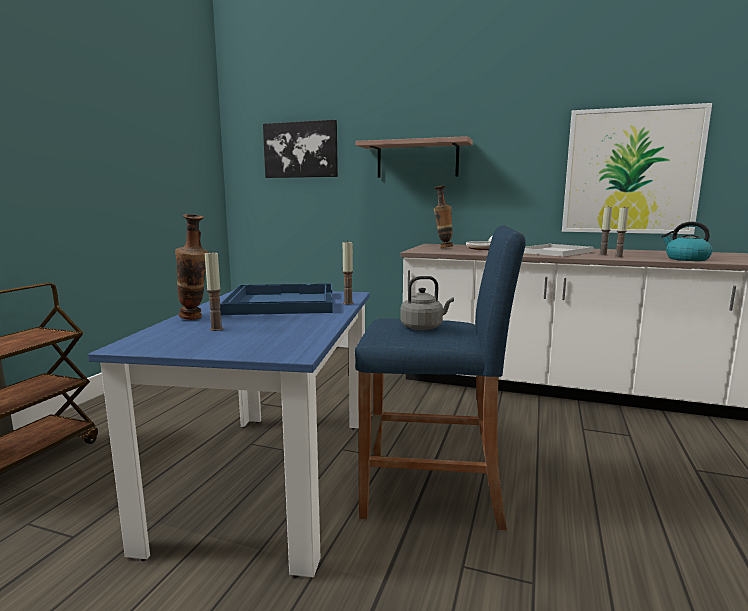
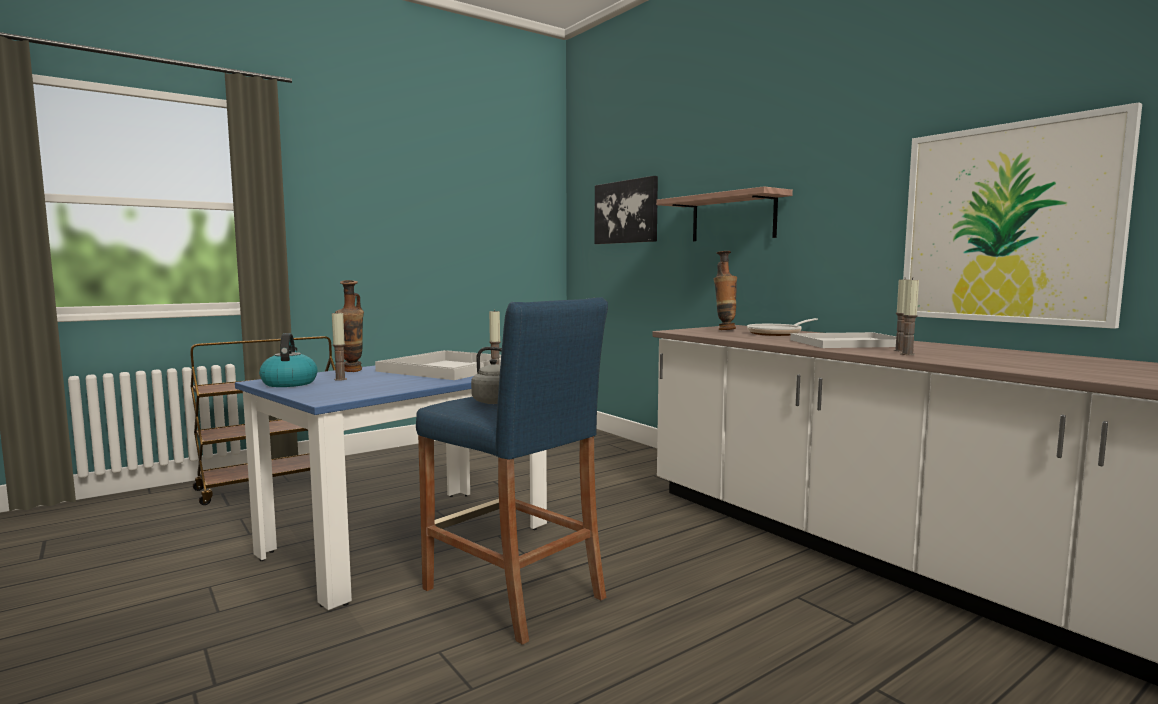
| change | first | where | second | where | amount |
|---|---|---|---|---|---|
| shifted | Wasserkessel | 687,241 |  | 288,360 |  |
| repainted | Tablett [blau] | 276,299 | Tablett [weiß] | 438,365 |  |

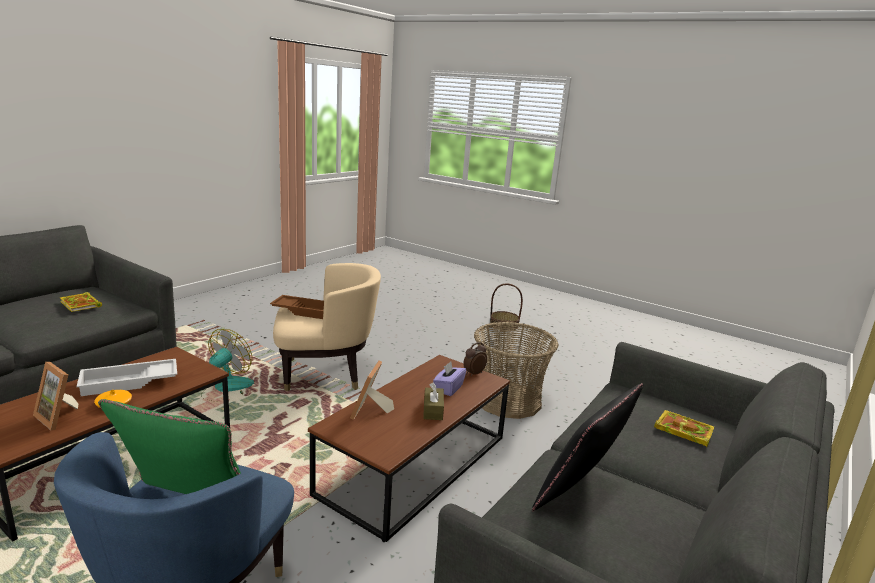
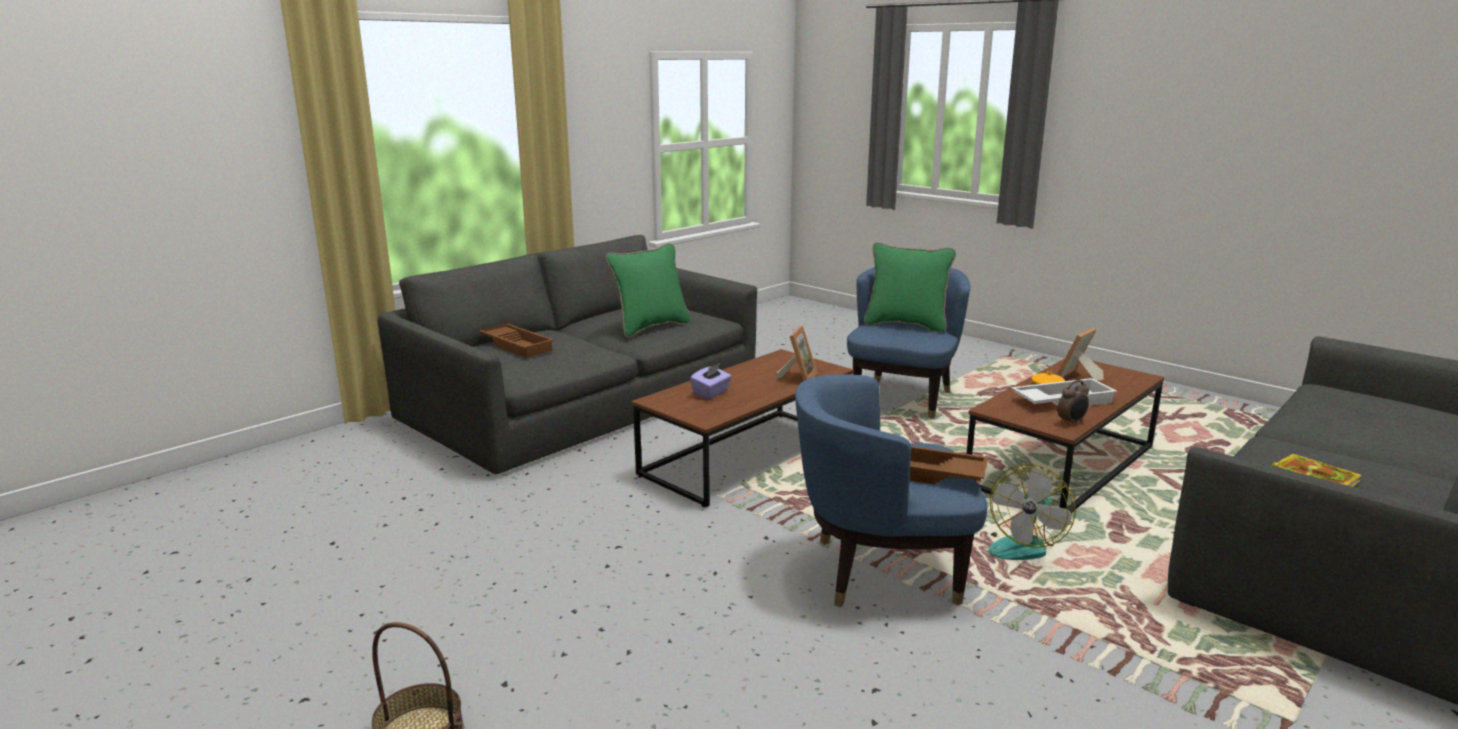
| change | first | where | second | where | amount |
|---|---|---|---|---|---|
| repainted | Sessel [beige] | 327,327 | Sessel [blau] | 891,490 |  |
| gone | Korb | 516,370 |  |  |  |
| shifted | Wecker | 475,359 |  | 1073,403 |  |
| rotated | Bilderrahmen | 55,396 |  | 1080,354 | 90 degrees counterclockwise |
| gone | Taschentuchbox [braun] | 433,401 |  |  |  |
| repainted | Kissen [schwarz] | 587,447 | Kissen [grün] | 648,290 |  |
| swapped | Buch | 684,428 | Tablett [braun] | 516,341 |  |

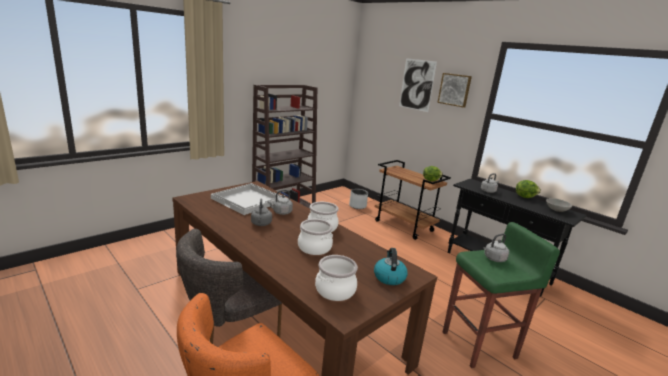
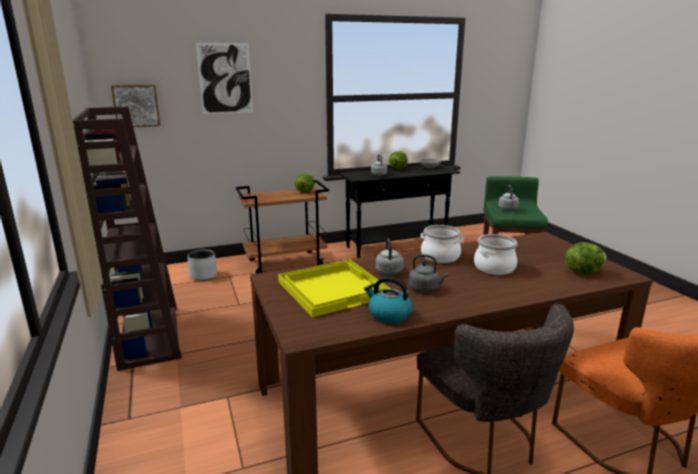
| change | first | where | second | where | amount |
|---|---|---|---|---|---|
| shifted | Bild | 454,90 |  | 135,106 |  |
| repainted | Tablett [weiß] | 246,199 | Tablett [gelb] | 334,288 |  |
| shifted | Wasserkessel | 391,266 |  | 388,299 |  |
| swapped | Kochtopf | 336,278 | Salatkopf | 586,258 |  |

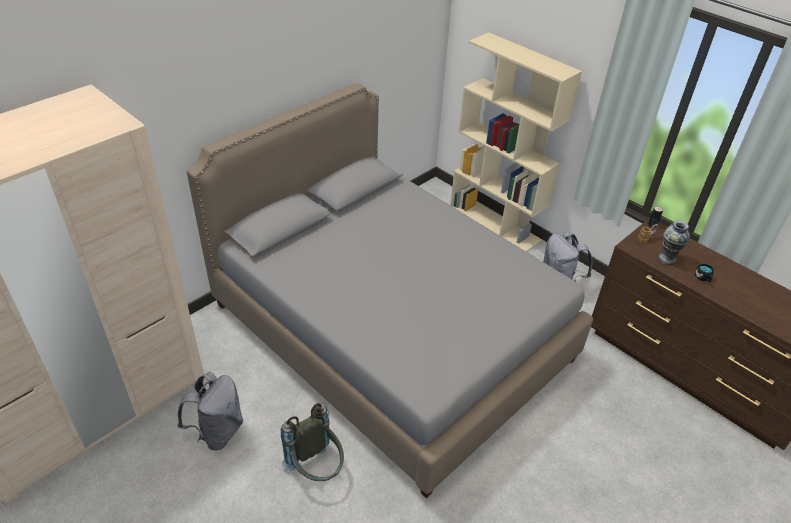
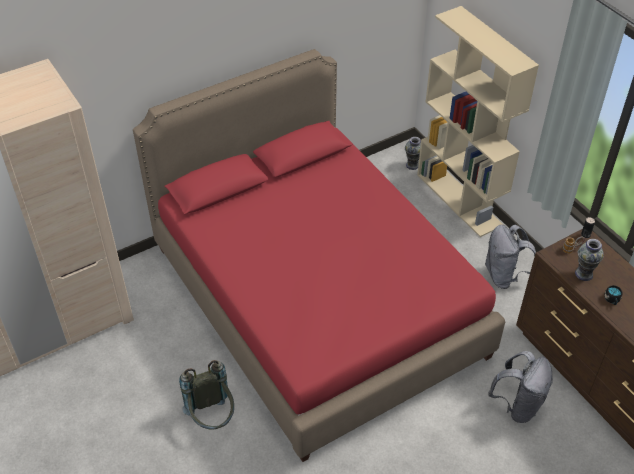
| change | first | where | second | where | amount |
|---|---|---|---|---|---|
| repainted | Bett [grau] | 390,290 | Bett [rot] | 319,255 |  |
| shifted | Rucksack [grau] | 210,411 |  | 520,387 |  |
| new |  |  | Vase | 413,153 |  |

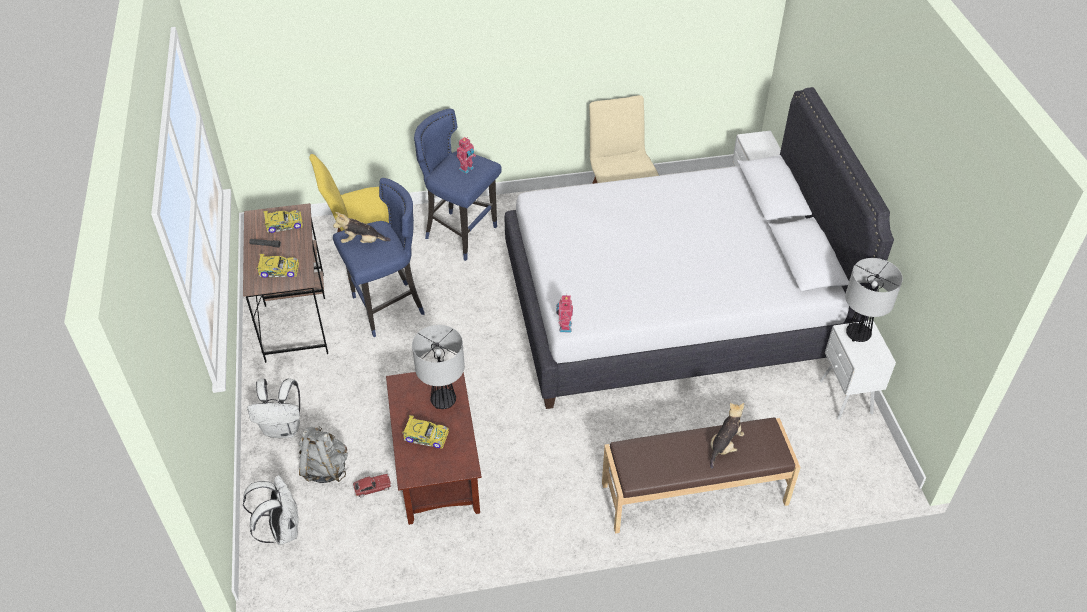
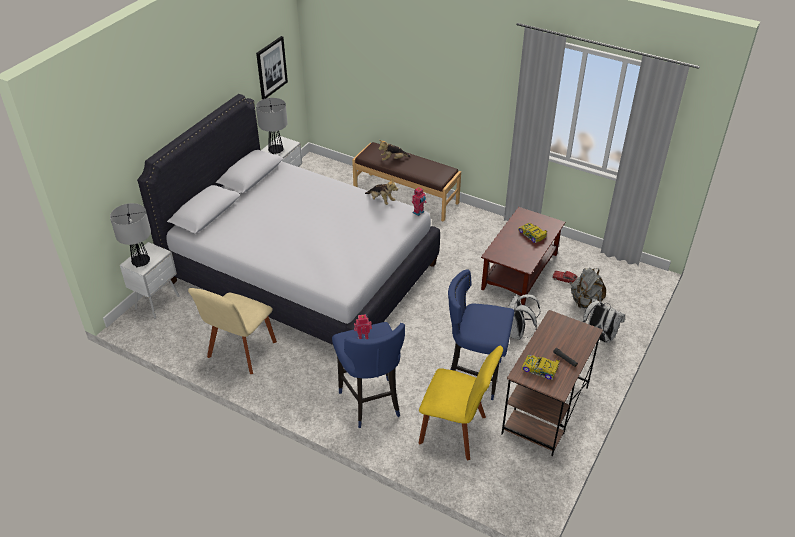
| change | first | where | second | where | amount |
|---|---|---|---|---|---|
| shifted | Plüschtier | 362,227 |  | 381,192 |  |
| gone | Spielzeugauto | 277,266 |  |  |  |
| shifted | Tischlampe | 438,367 |  | 130,235 |  |
| shifted | Rucksack [weiß] | 271,510 |  | 524,317 |  |
| new |  |  | Bild | 272,68 |  |

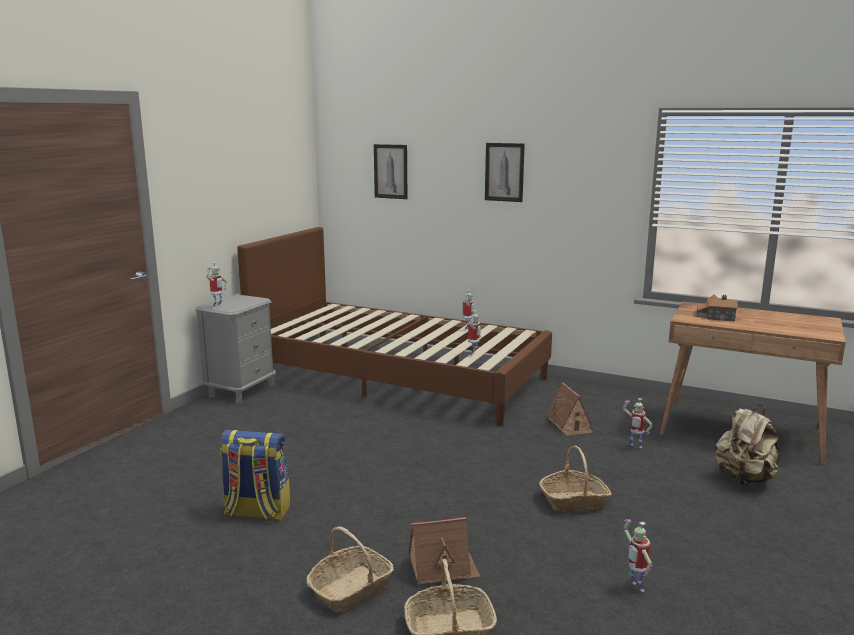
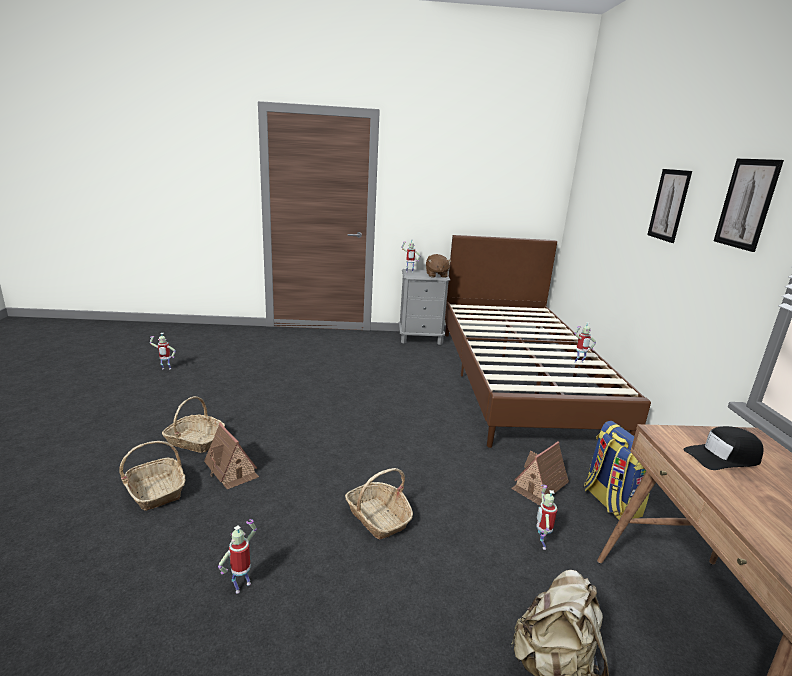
| change | first | where | second | where | amount |
|---|---|---|---|---|---|
| shifted | Bild | 390,171 |  | 749,205 |  |
| swapped | Spielzeughaus | 717,308 | Kappe [schwarz] | 723,448 |  |
| shifted | Spielzeugroboter | 475,333 |  | 163,351 |  |
| shifted | Rucksack | 255,475 |  | 617,470 |  |
| new |  |  | Plüschtier [braun] | 438,266 |  |

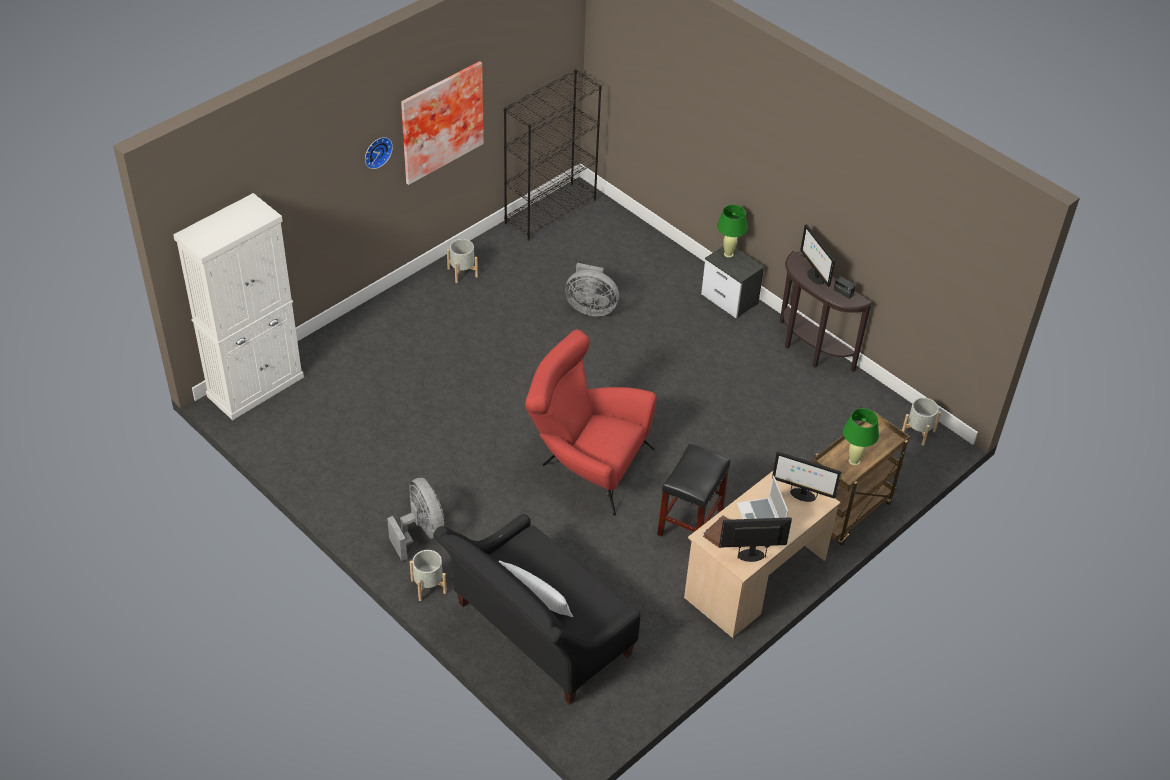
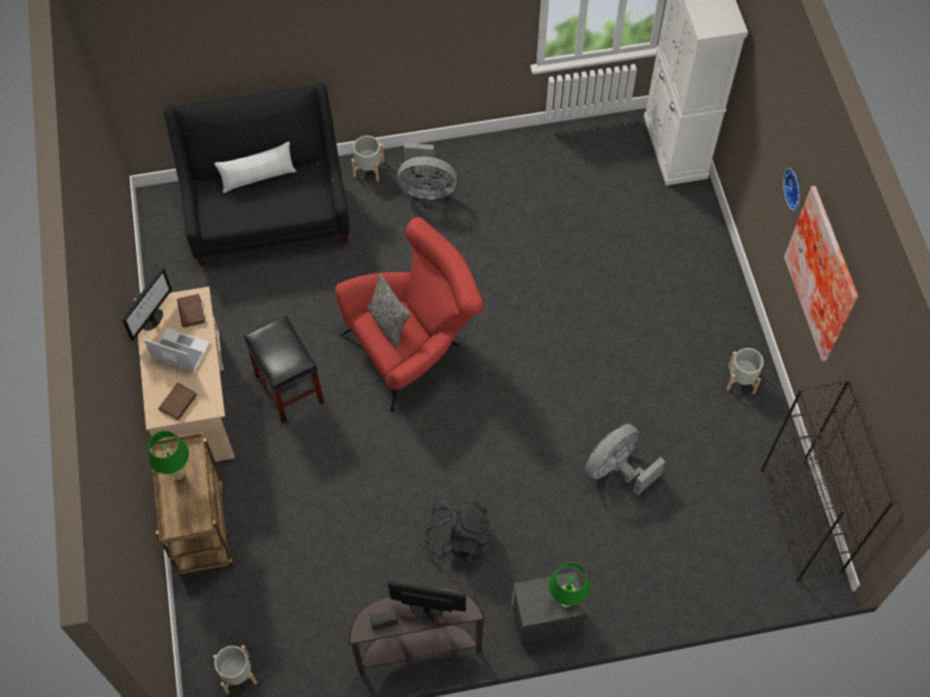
| change | first | where | second | where | amount |
|---|---|---|---|---|---|
| swapped | Monitor | 806,477 | Buch [braun] | 177,401 |  |
| new |  |  | Kissen | 388,311 |  |
| new |  |  | Rucksack [schwarz] | 457,531 |  |

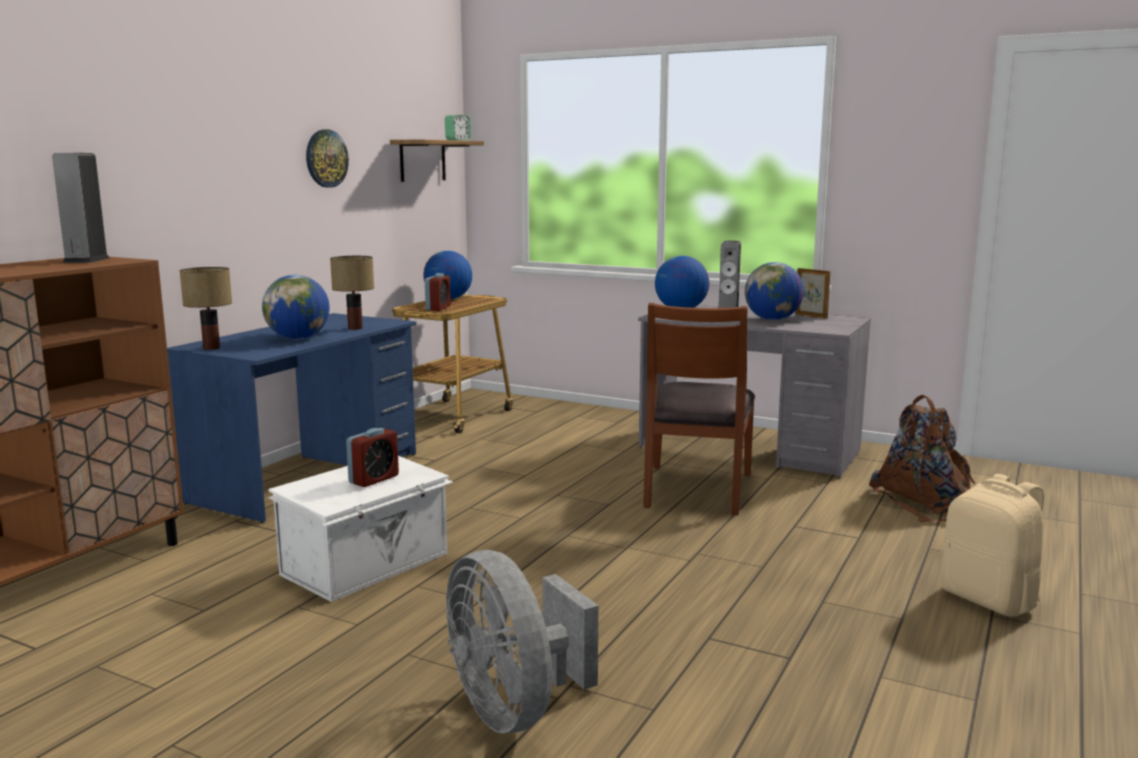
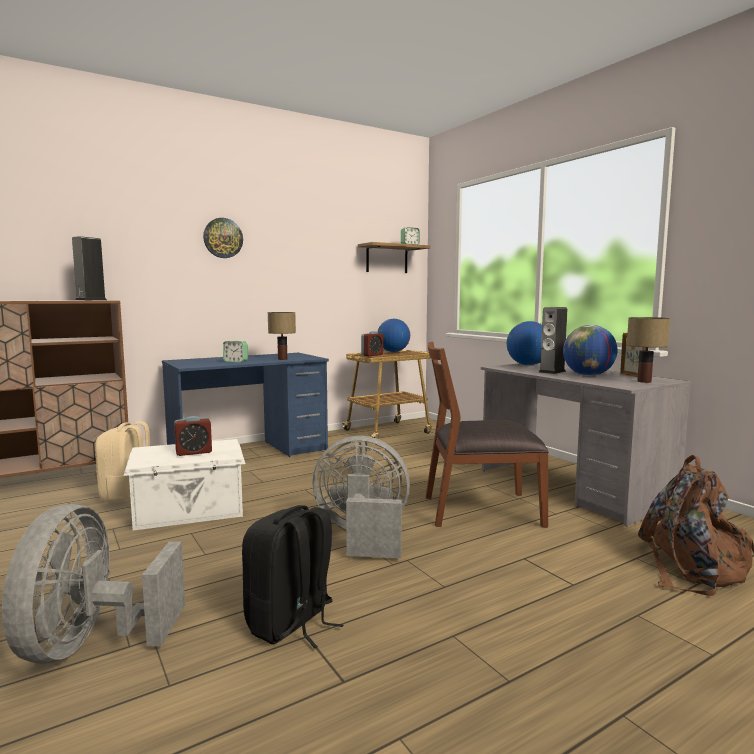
| change | first | where | second | where | amount |
|---|---|---|---|---|---|
| shifted | Wanduhr | 327,159 |  | 223,238 |  |
| shifted | Tischlampe | 206,308 |  | 648,350 |  |
| swapped | Globus | 296,307 | Wecker | 235,351 |  |
| rotated | Stuhl [braun] | 699,409 |  | 487,435 | 45 degrees clockwise |
| shifted | Rucksack [beige] | 992,545 |  | 122,462 |  |
| new |  |  | Ventilator [grau] | 361,497 |  |
| new |  |  | Rucksack [schwarz] | 292,576 |  |

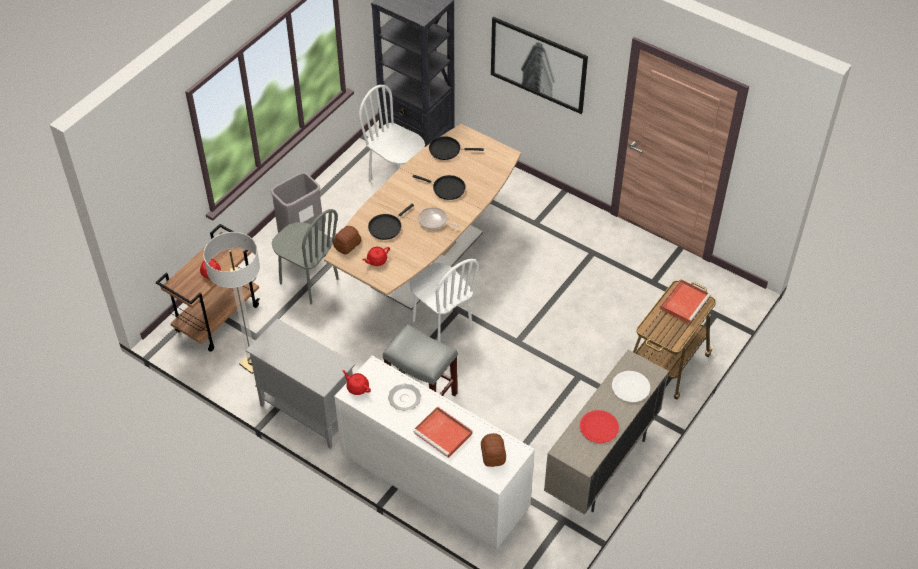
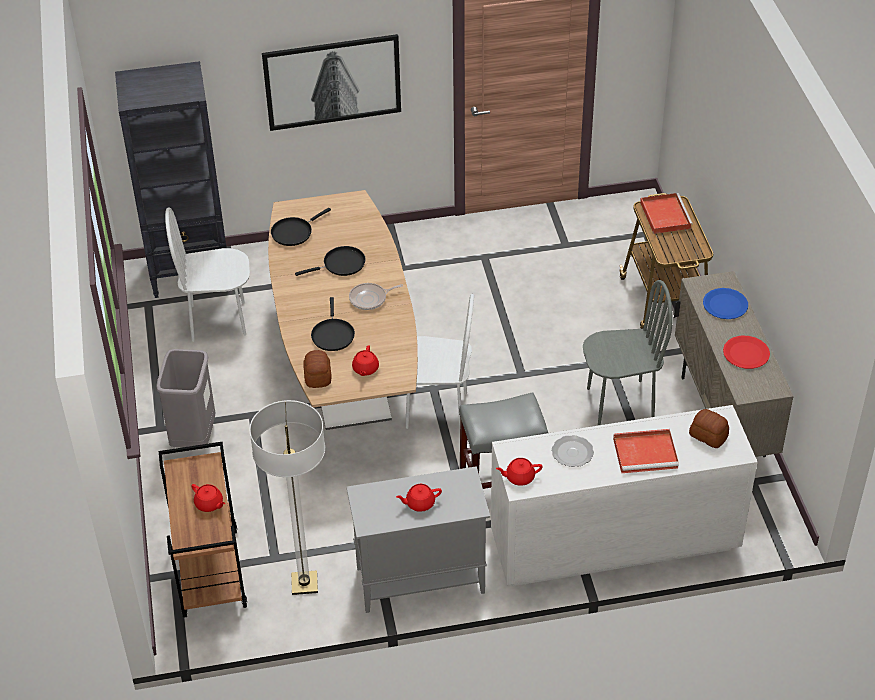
| change | first | where | second | where | amount |
|---|---|---|---|---|---|
| shifted | Stuhl [grau] | 305,256 |  | 628,352 |  |
| repainted | Teller [weiß] | 631,386 | Teller [blau] | 725,303 |  |
| new |  |  | Teekanne [rot] | 419,498 |  |

